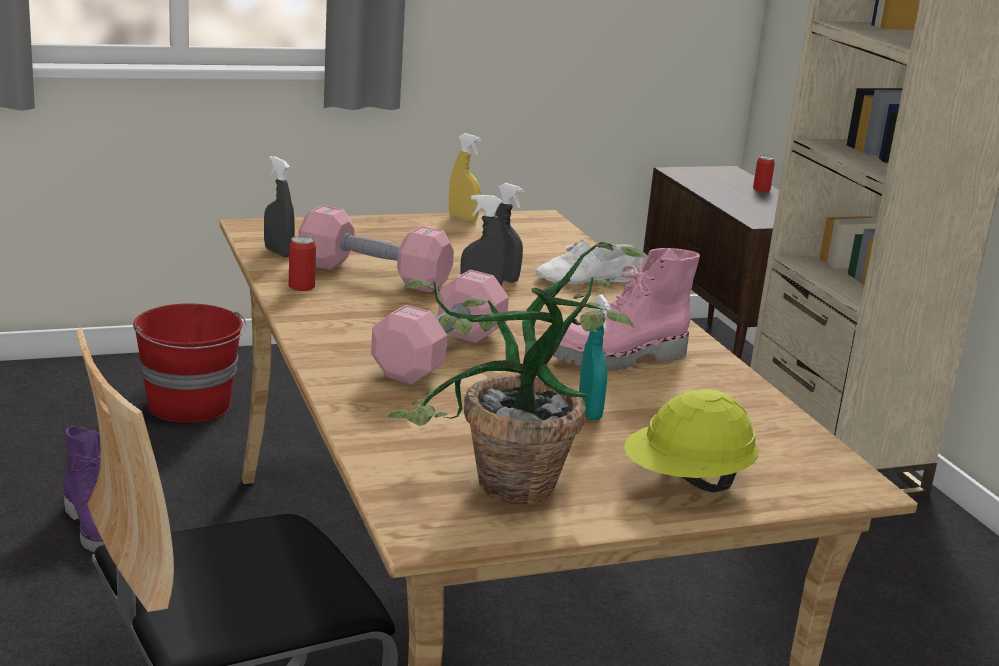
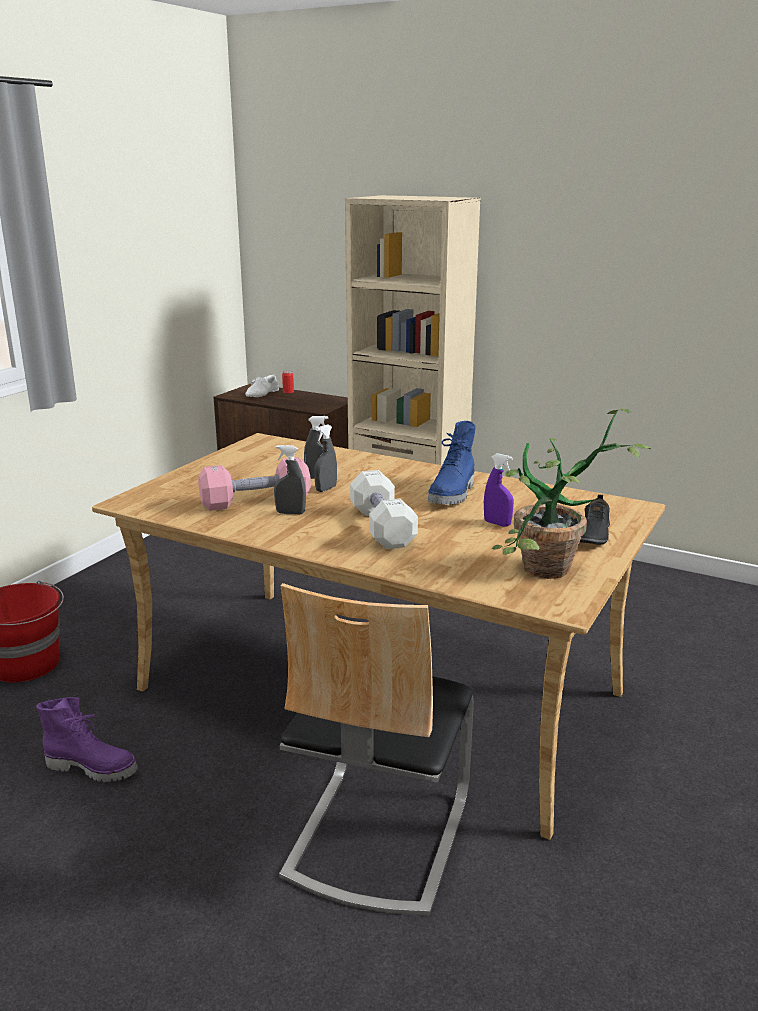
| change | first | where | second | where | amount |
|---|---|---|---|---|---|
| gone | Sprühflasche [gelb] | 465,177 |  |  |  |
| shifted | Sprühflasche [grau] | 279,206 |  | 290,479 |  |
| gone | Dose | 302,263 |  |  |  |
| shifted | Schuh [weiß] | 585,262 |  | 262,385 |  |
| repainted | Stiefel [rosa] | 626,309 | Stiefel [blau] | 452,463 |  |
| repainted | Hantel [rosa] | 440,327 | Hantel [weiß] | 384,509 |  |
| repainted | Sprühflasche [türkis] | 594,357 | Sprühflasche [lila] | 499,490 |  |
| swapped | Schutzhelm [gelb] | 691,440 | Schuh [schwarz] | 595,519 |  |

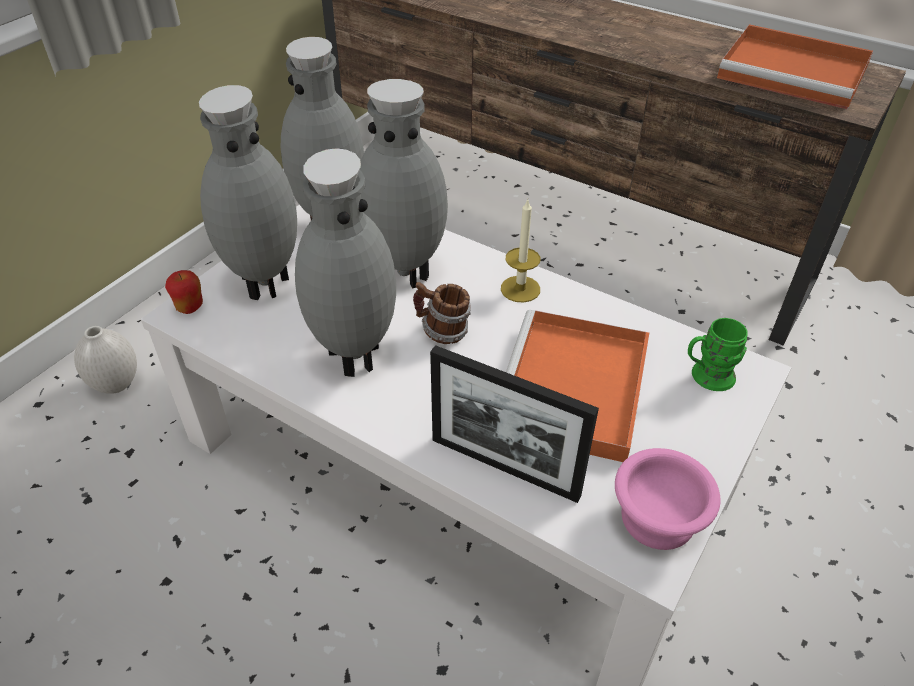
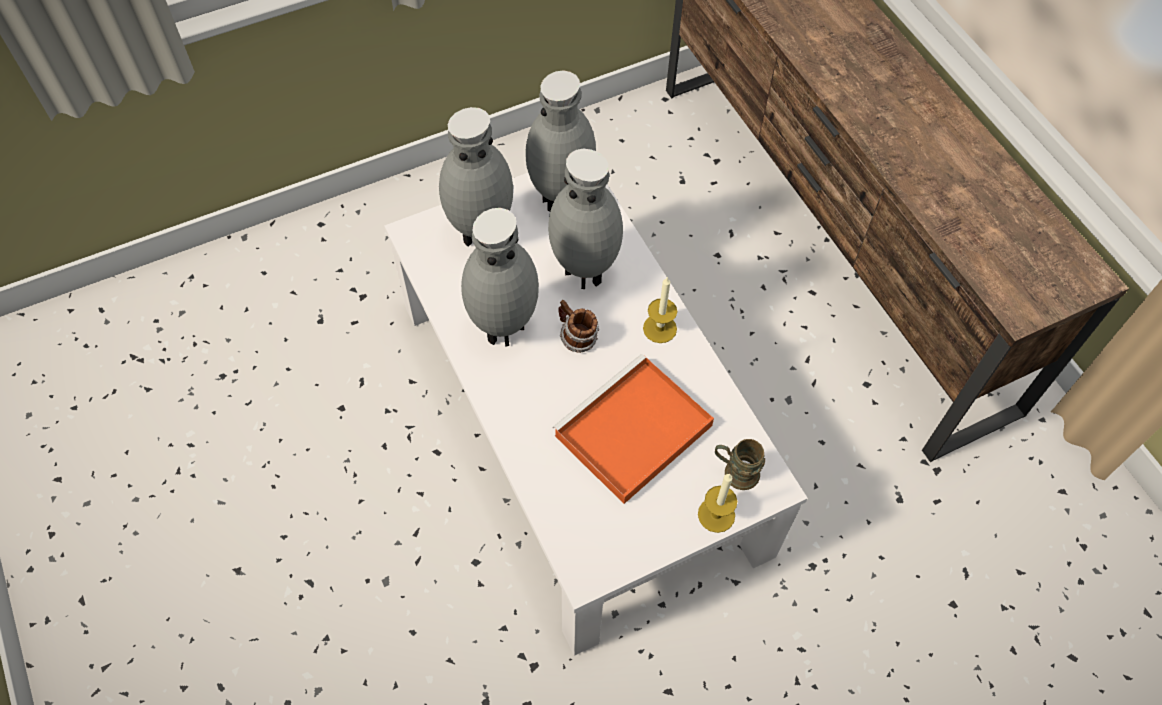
| change | first | where | second | where | amount |
|---|---|---|---|---|---|
| gone | Tablett [orange] | 795,66 |  |  |  |
| gone | Apfel | 184,292 |  |  |  |
| repainted | Henkelbecher [grün] | 718,354 | Henkelbecher [braun] | 740,464 |  |
| gone | Vase [weiß] | 105,360 |  |  |  |
| gone | Bilderrahmen | 514,424 |  |  |  |
| gone | Schüssel [rosa] | 667,499 |  |  |  |
| new |  |  | Kerze | 717,503 |  |

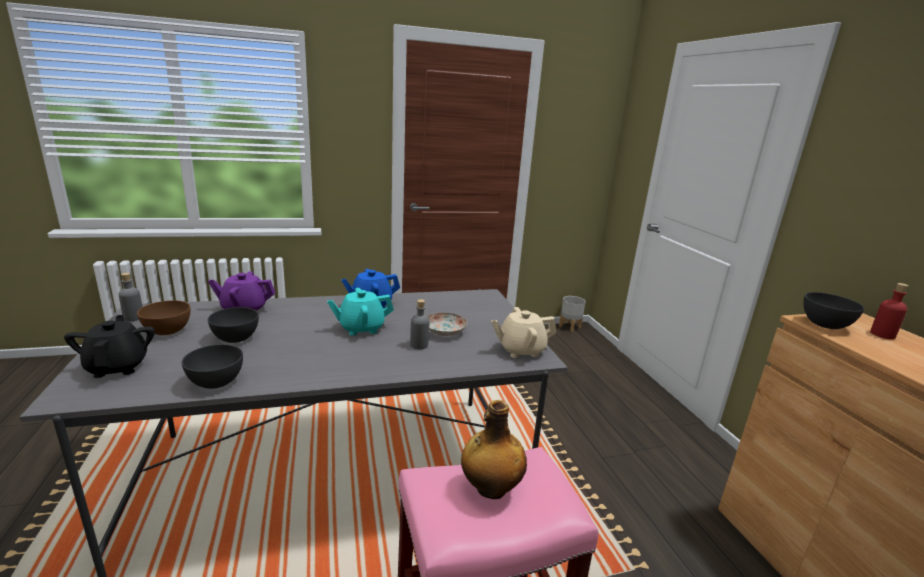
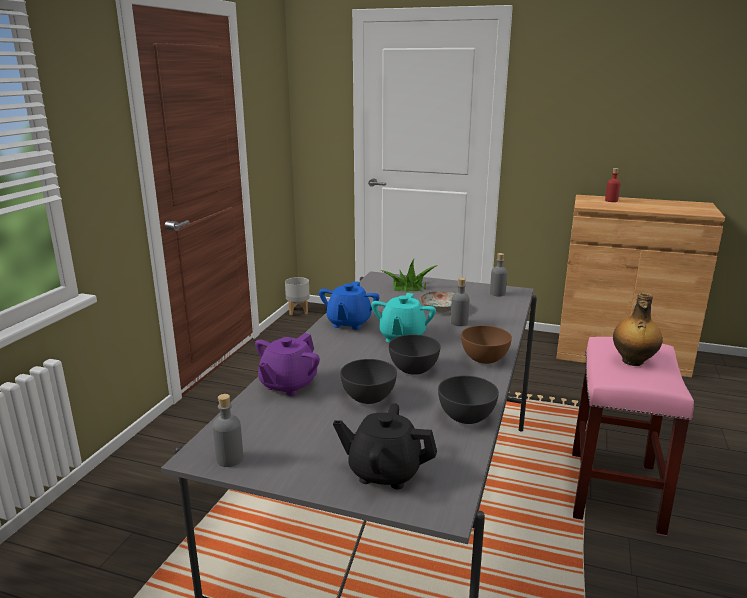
| change | first | where | second | where | amount |
|---|---|---|---|---|---|
| shifted | Schüssel [grau] | 834,310 |  | 415,355 |  |
| shifted | Schüssel [braun] | 164,317 |  | 486,344 |  |
| swapped | Teekanne [beige] | 523,332 | Flasche [grau] | 498,274 |  |
| new |  |  | Topfpflanze | 409,275 |  |

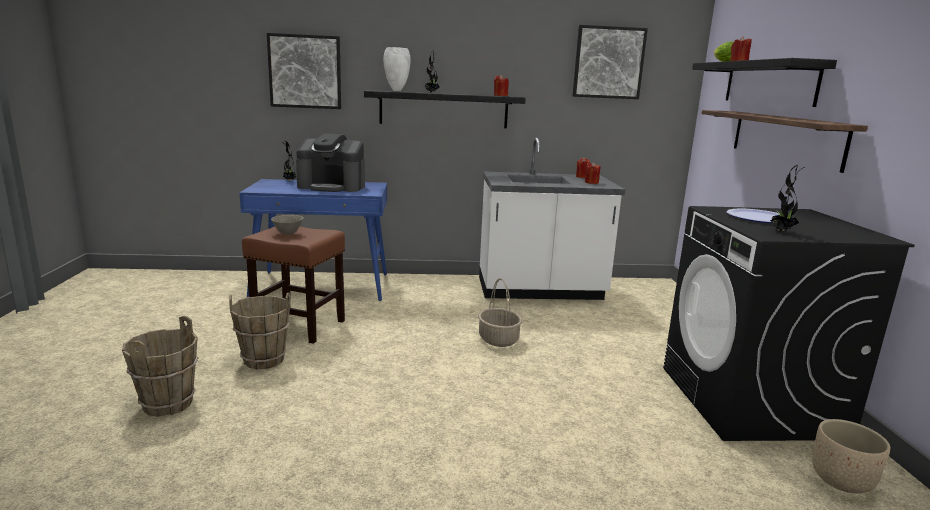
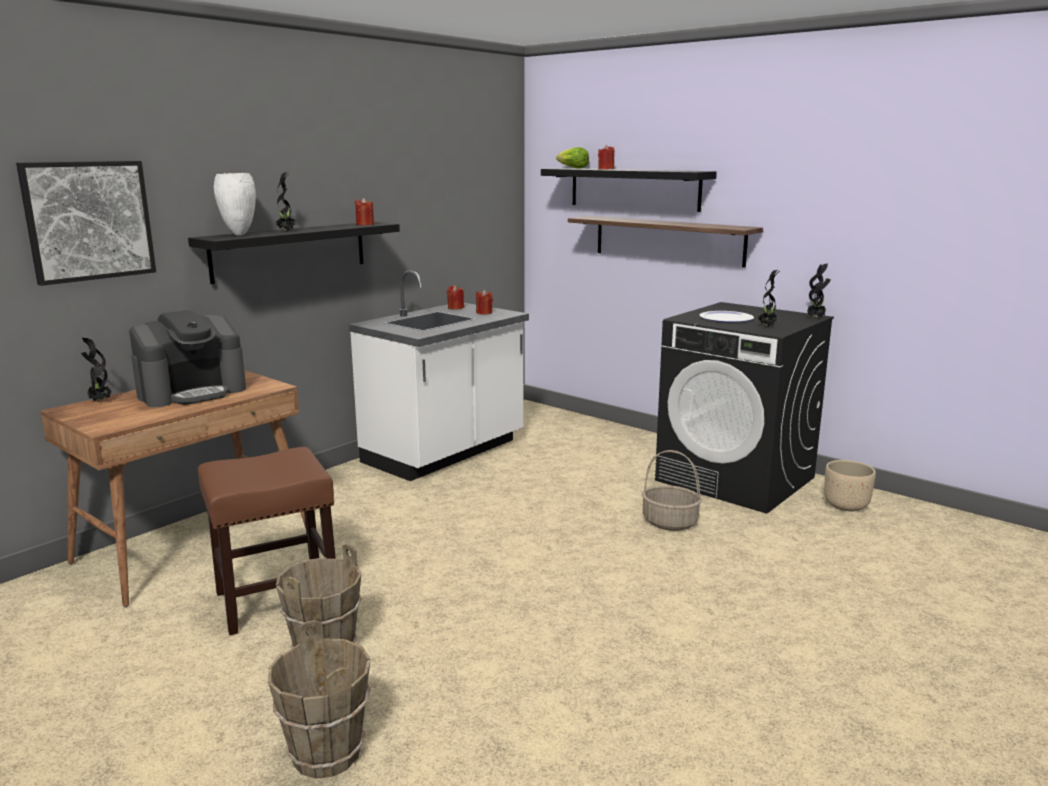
| change | first | where | second | where | amount |
|---|---|---|---|---|---|
| gone | Bild | 610,62 |  |  |  |
| repainted | Schreibtisch [blau] | 313,240 | Schreibtisch [braun] | 173,488 |  |
| gone | Schüssel [grau] | 287,225 |  |  |  |
| shifted | Korb | 500,312 |  | 671,490 |  |
| new |  |  | Topfpflanze | 819,290 |  |

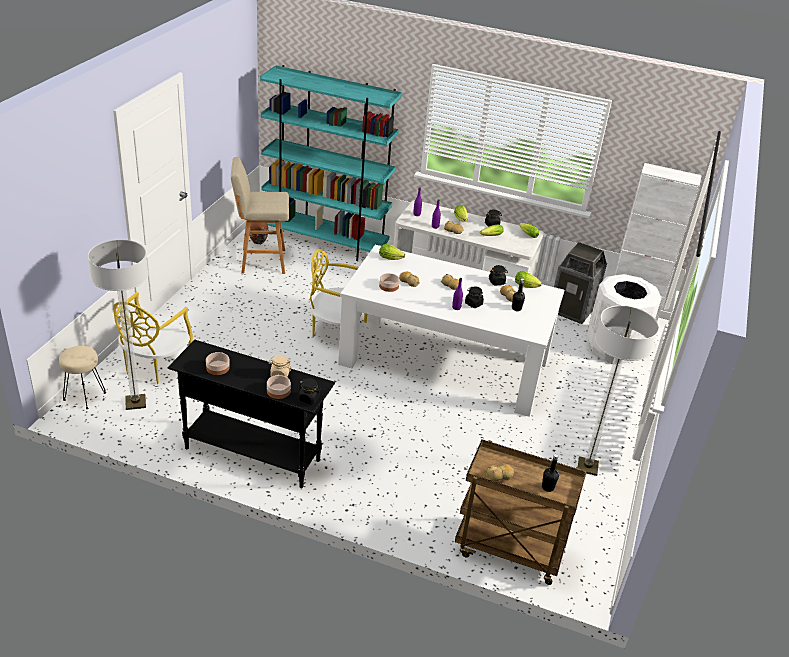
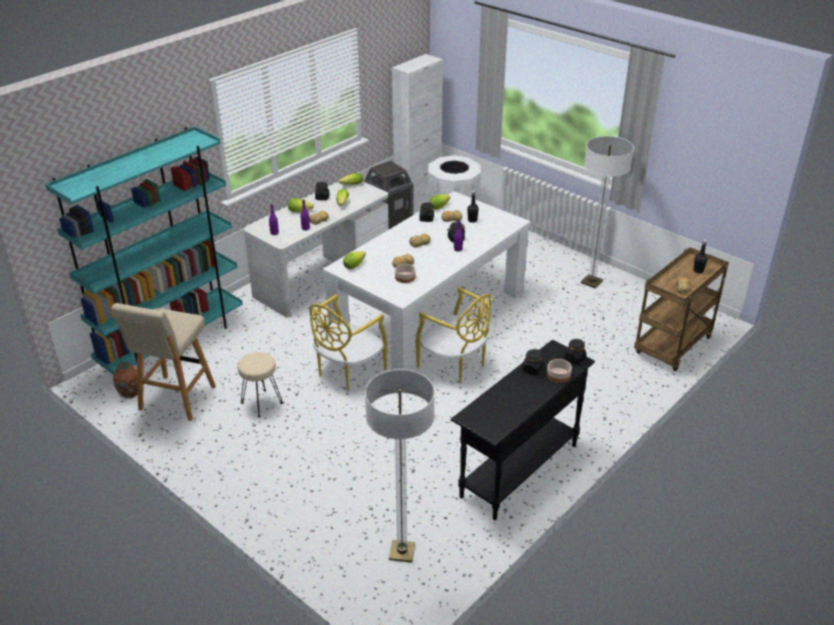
| change | first | where | second | where | amount |
|---|---|---|---|---|---|
| shifted | Stuhl [gelb] | 153,338 |  | 453,335 |  |
| shifted | Hocker [beige] | 82,377 |  | 260,384 |  |
| gone | Schüssel | 218,363 |  |  |  |
| repainted | Vorratsglas [beige] | 280,366 | Vorratsglas [schwarz] | 533,362 |  |

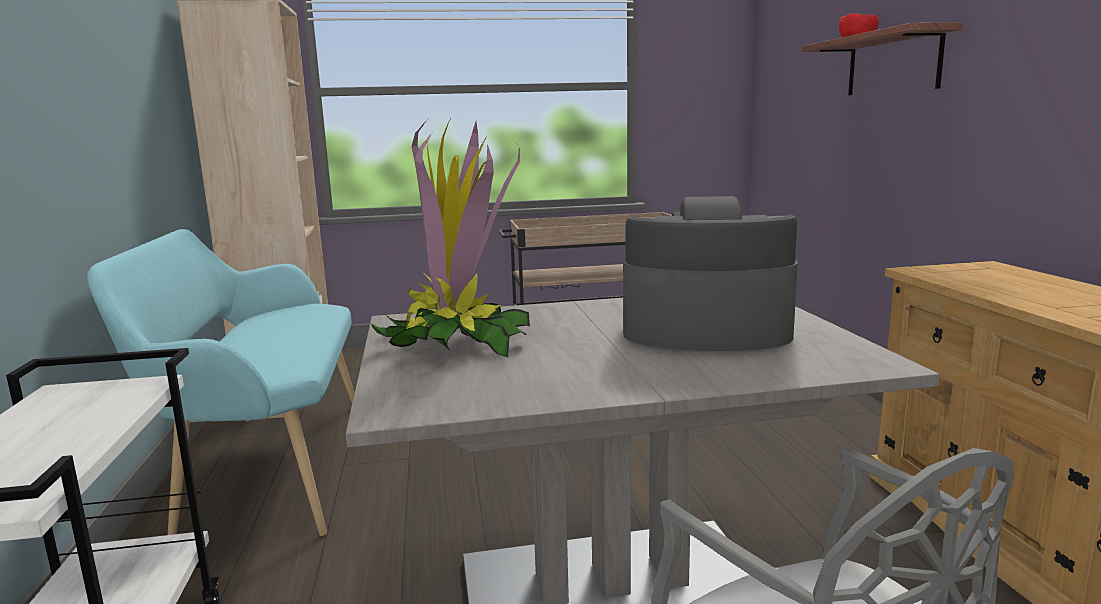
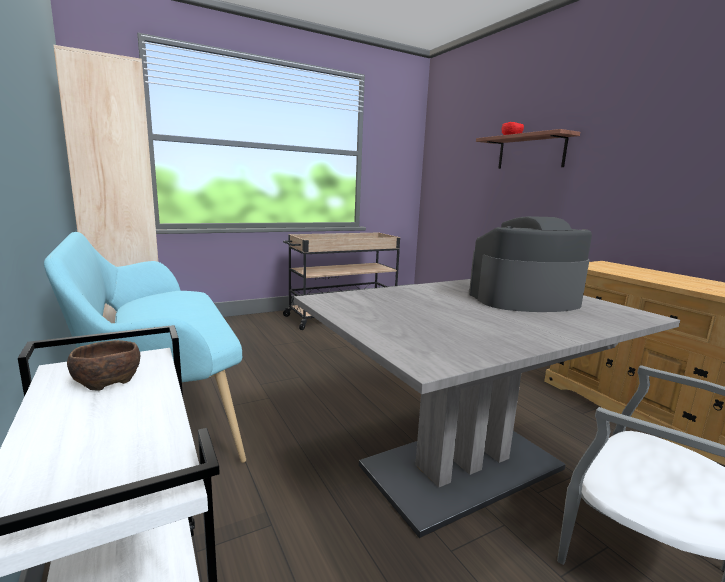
| change | first | where | second | where | amount |
|---|---|---|---|---|---|
| gone | Topfpflanze | 450,238 |  |  |  |
| new |  |  | Schüssel [braun] | 103,365 |  |

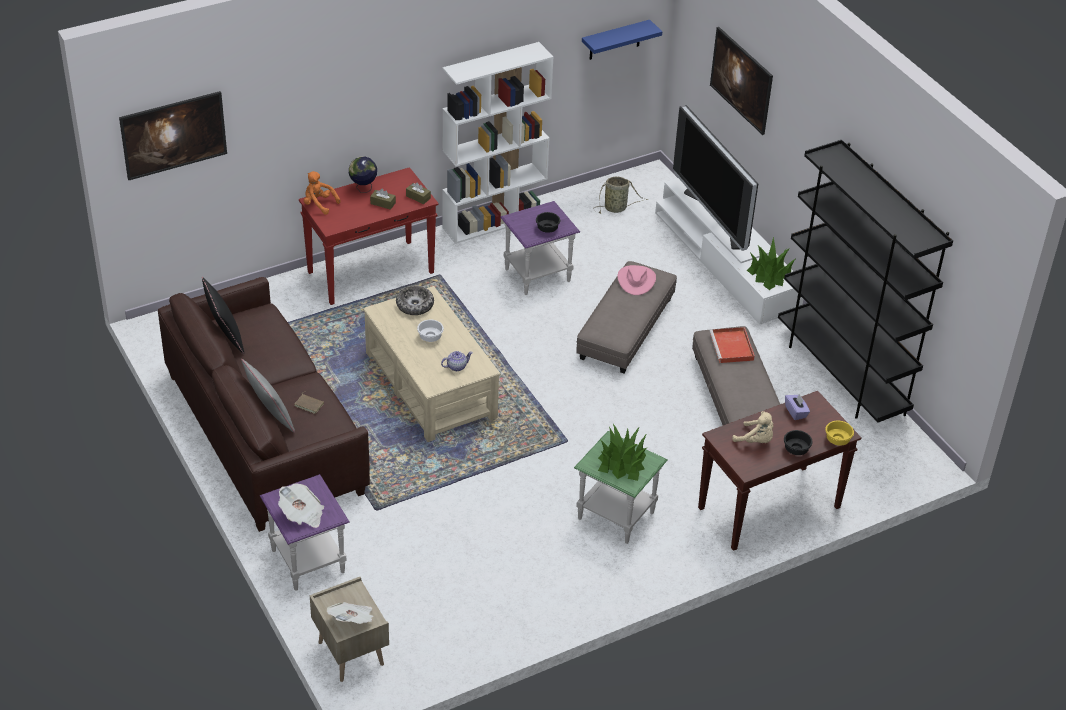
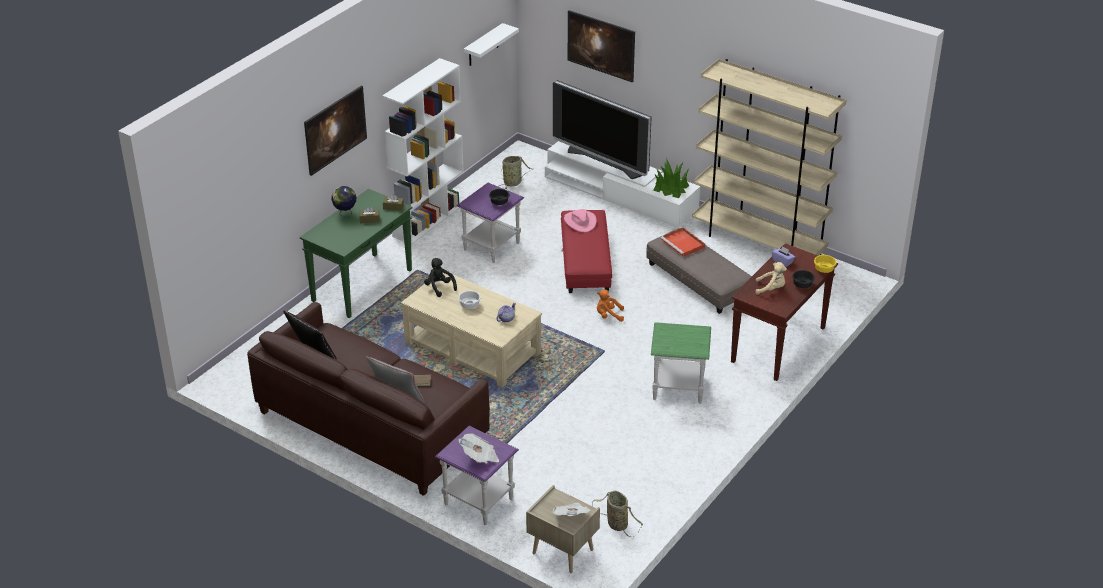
| change | first | where | second | where | amount |
|---|---|---|---|---|---|
| repainted | Wandregal [blau] | 622,40 | Wandregal [weiß] | 491,44 |  |
| shifted | Bild | 173,135 |  | 335,131 |  |
| repainted | Bücherregal [schwarz] | 865,281 | Bücherregal [beige] | 769,157 |  |
| repainted | Konsolentisch [rot] | 369,236 | Konsolentisch [grün] | 356,253 |  |
| shifted | Plüschtier [orange] | 322,193 |  | 610,305 |  |
| repainted | Polsterhocker [grau] | 626,317 | Polsterhocker [rot] | 586,251 |  |
| swapped | Schüssel | 415,300 | Plüschtier [schwarz] | 440,277 |  |
| gone | Topfpflanze | 622,452 |  |  |  |
| new |  |  | Korb | 617,514 |  |

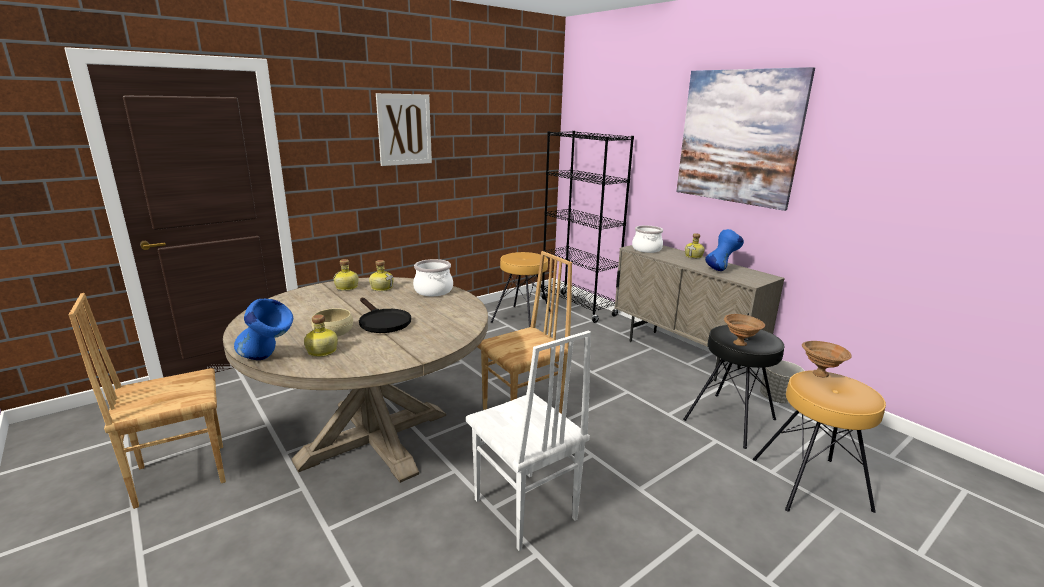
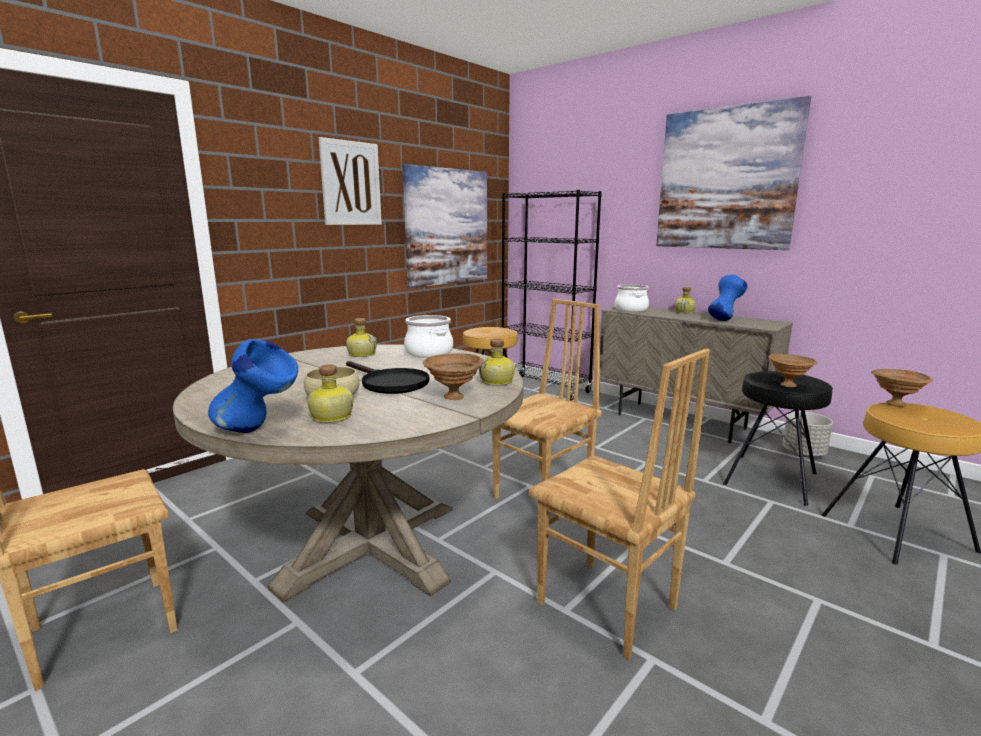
| change | first | where | second | where | amount |
|---|---|---|---|---|---|
| shifted | Flasche | 345,275 |  | 497,362 |  |
| repainted | Stuhl [weiß] | 528,440 | Stuhl [braun] | 619,504 |  |
| new |  |  | Bild | 445,226 |  |
| new |  |  | Schüssel [braun] | 453,376 |  |

